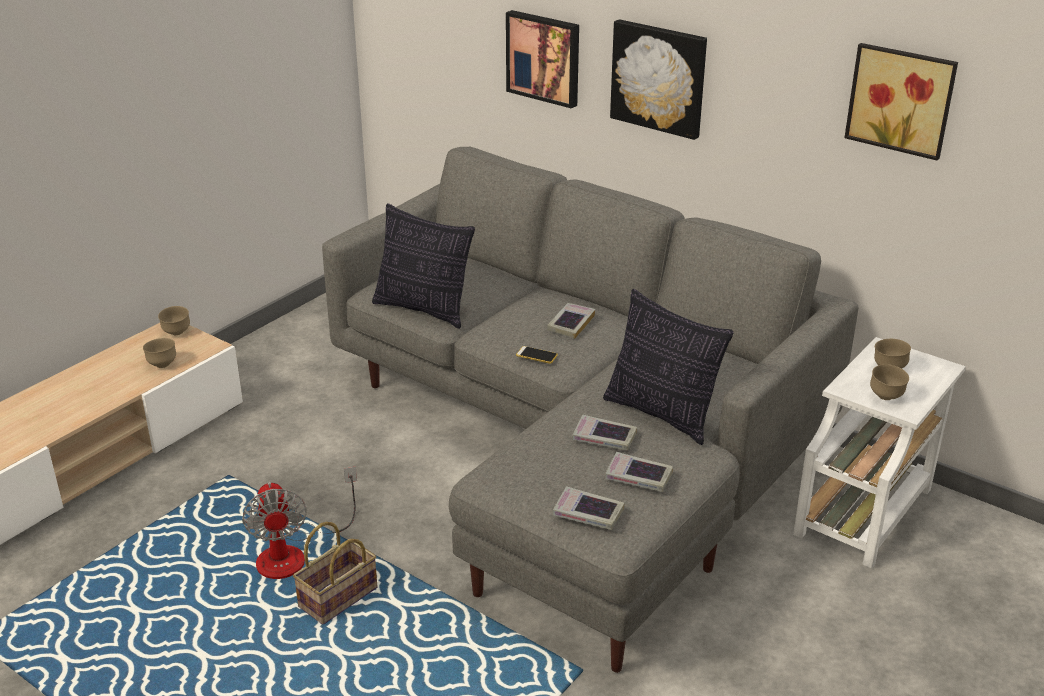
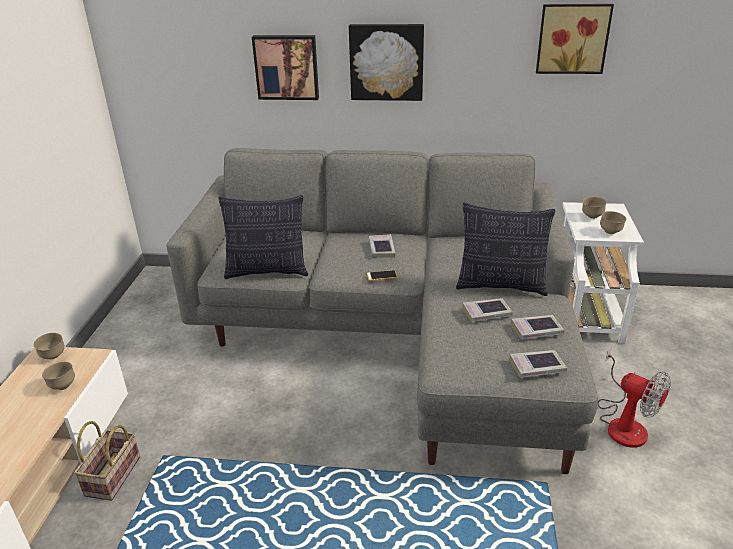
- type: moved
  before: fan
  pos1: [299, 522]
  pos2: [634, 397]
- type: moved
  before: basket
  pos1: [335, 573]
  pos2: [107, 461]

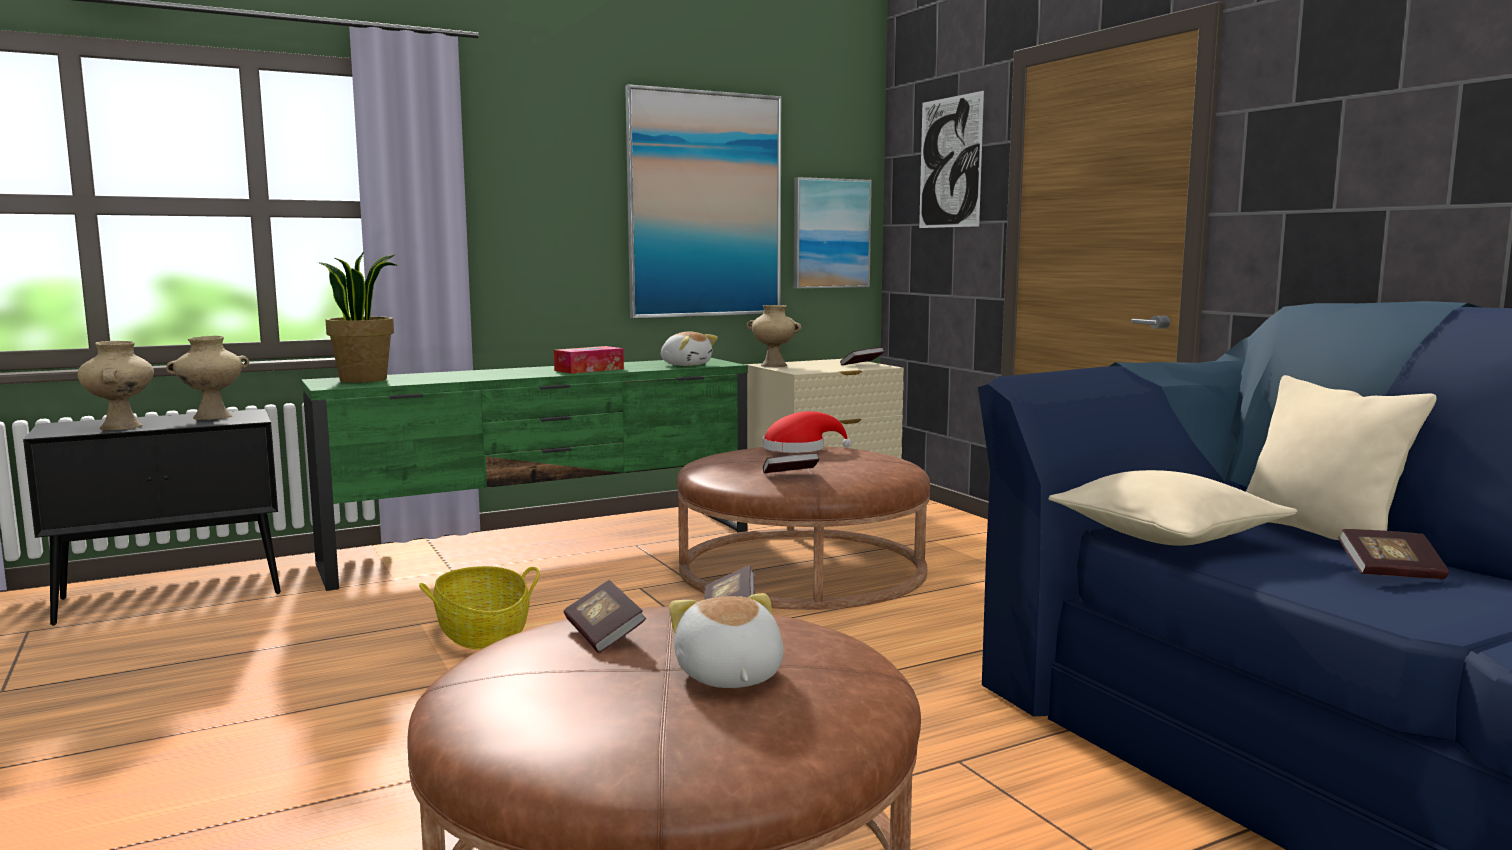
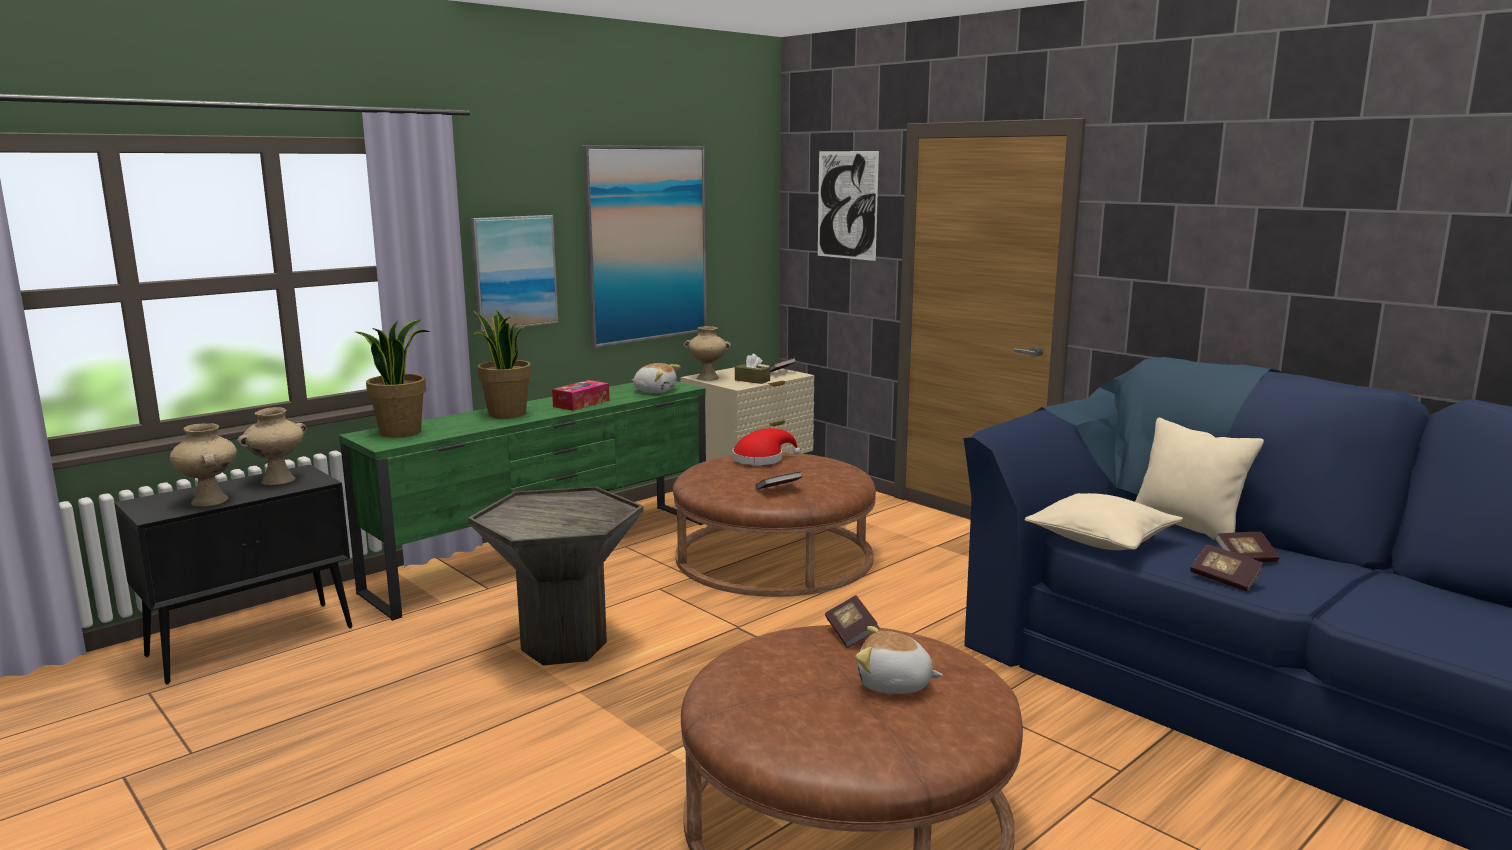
- type: added
  after: houseplant
  pos2: [501, 364]
- type: added
  after: tissue box in brown-coloured
  pos2: [752, 369]
- type: moved
  before: bound book
  pos1: [605, 616]
  pos2: [1226, 568]
- type: moved
  before: wall picture
  pos1: [833, 233]
  pos2: [514, 273]
- type: replaced
  before: basket
  after: accent table in grey
  pos1: [479, 608]
  pos2: [555, 576]
- type: turned
  before: cuddly toy
  pos1: [726, 640]
  pos2: [899, 660]
  turn: -45

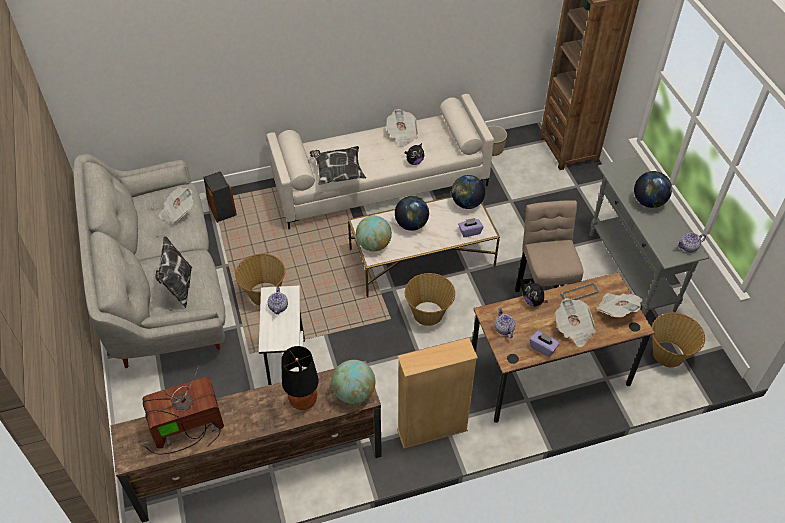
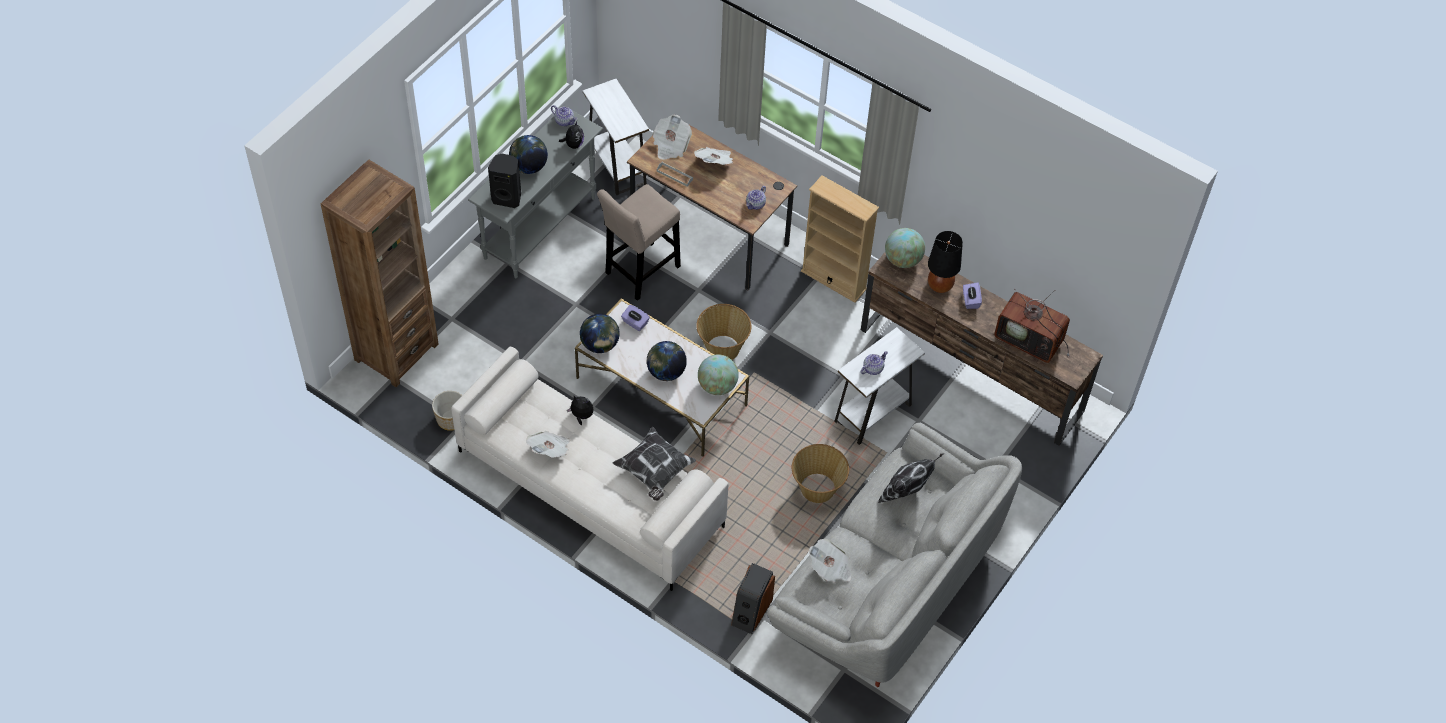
- type: added
  after: speaker in blackish
  pos2: [504, 181]
- type: moved
  before: cuddly toy
  pos1: [535, 293]
  pos2: [571, 135]
- type: moved
  before: tissue box in purple
  pos1: [545, 344]
  pos2: [972, 295]
- type: replaced
  before: basket
  after: accent table in white
  pos1: [678, 340]
  pos2: [616, 137]

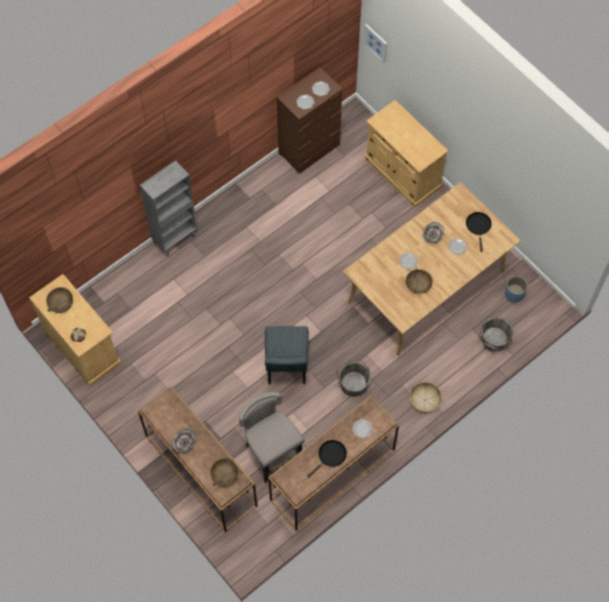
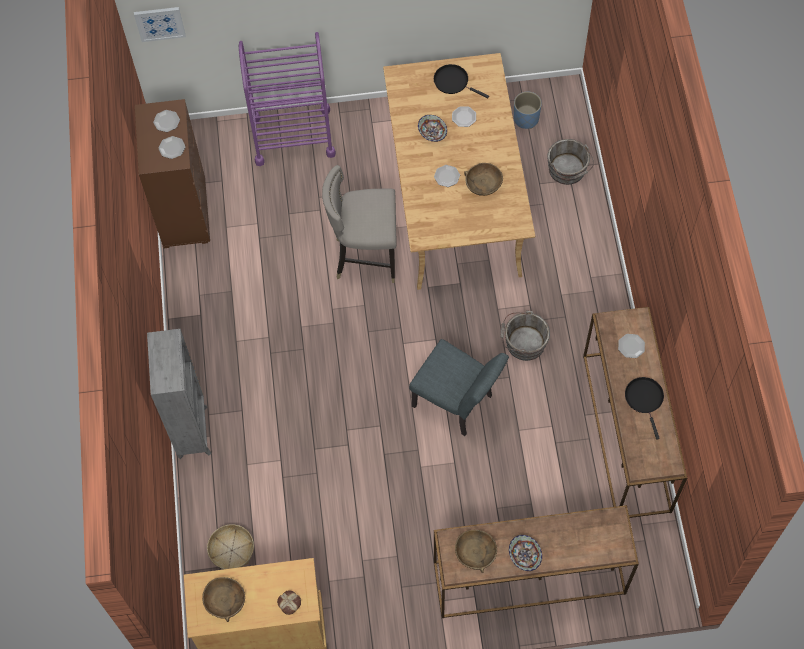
- type: moved
  before: bowl in brown-coloured
  pos1: [224, 472]
  pos2: [476, 551]
- type: moved
  before: stool in grey
  pos1: [271, 438]
  pos2: [359, 224]
- type: moved
  before: basket
  pos1: [426, 398]
  pos2: [230, 546]
- type: replaced
  before: cupboard in beige
  after: wheeled cart in purple
  pos1: [407, 154]
  pos2: [287, 99]

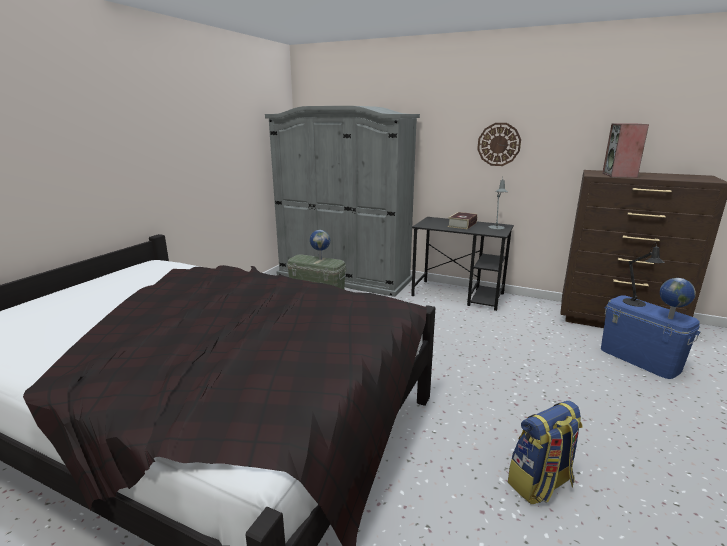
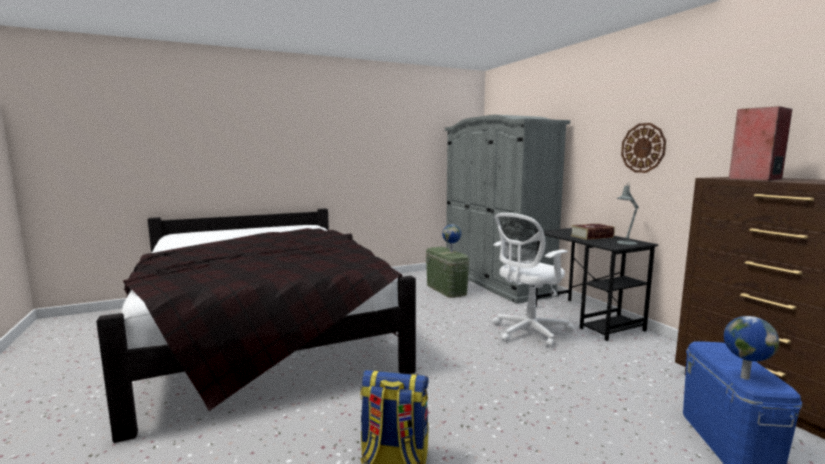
- type: removed
  before: table lamp in blackish
  pos1: [644, 274]
- type: added
  after: computer chair in white
  pos2: [533, 280]

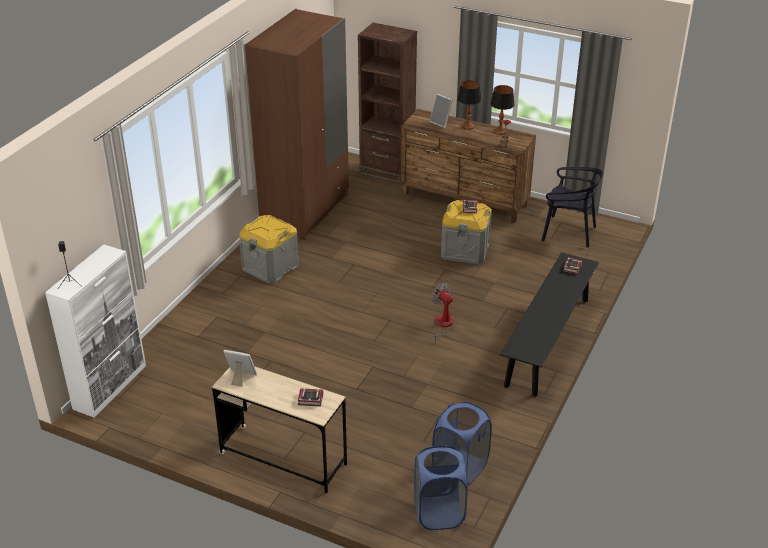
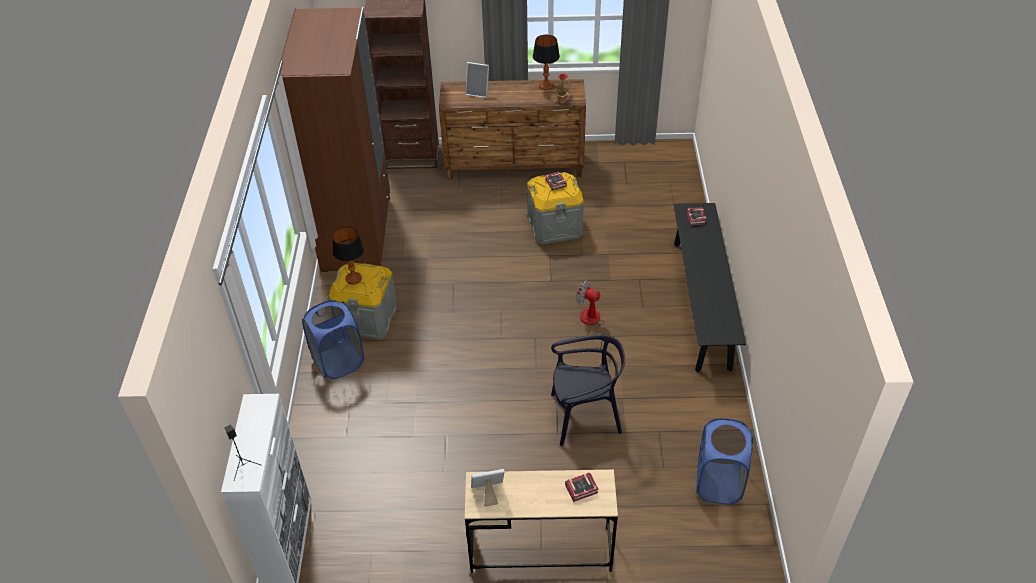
- type: moved
  before: laundry basket in blue-coloured
  pos1: [441, 487]
  pos2: [333, 339]
- type: moved
  before: table lamp
  pos1: [469, 105]
  pos2: [348, 256]
- type: moved
  before: upright chair in blackish
  pos1: [572, 207]
  pos2: [588, 390]

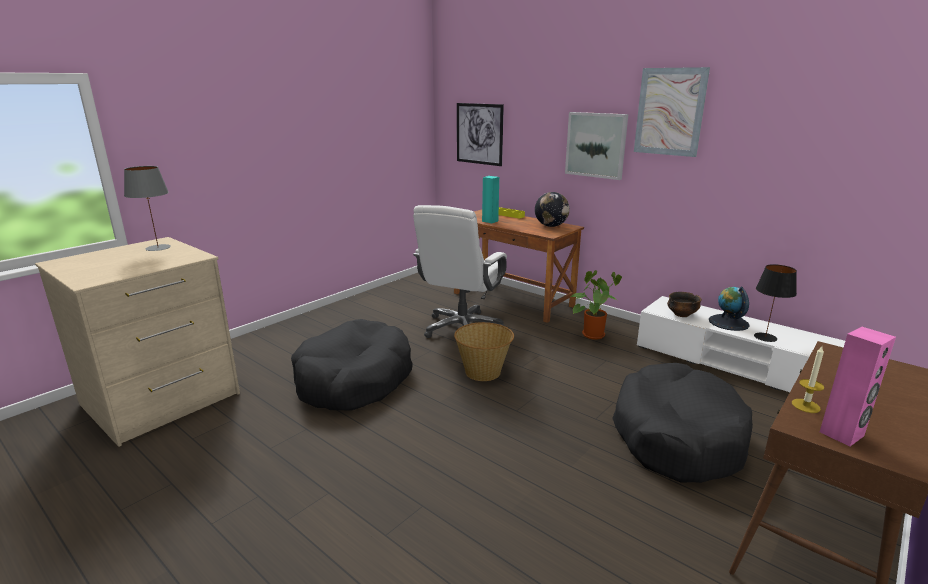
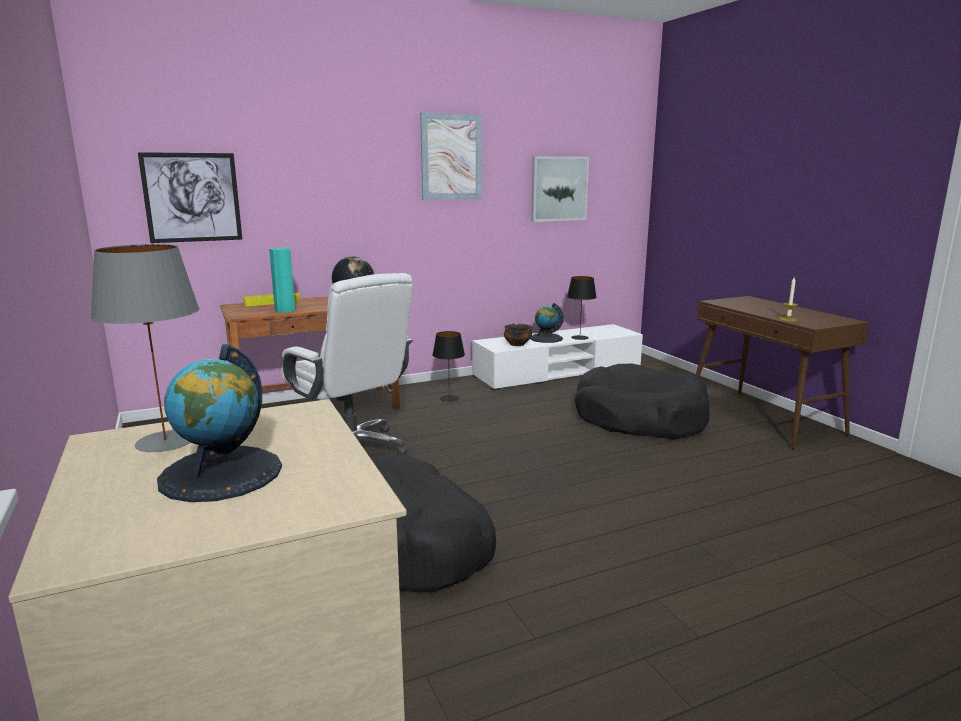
- type: removed
  before: basket
  pos1: [484, 351]
- type: removed
  before: speaker in pink
  pos1: [858, 386]
- type: added
  after: desk globe
  pos2: [219, 423]
- type: moved
  before: wall picture
  pos1: [596, 146]
  pos2: [560, 189]
- type: replaced
  before: houseplant
  after: table lamp in blackish
  pos1: [596, 305]
  pos2: [448, 366]

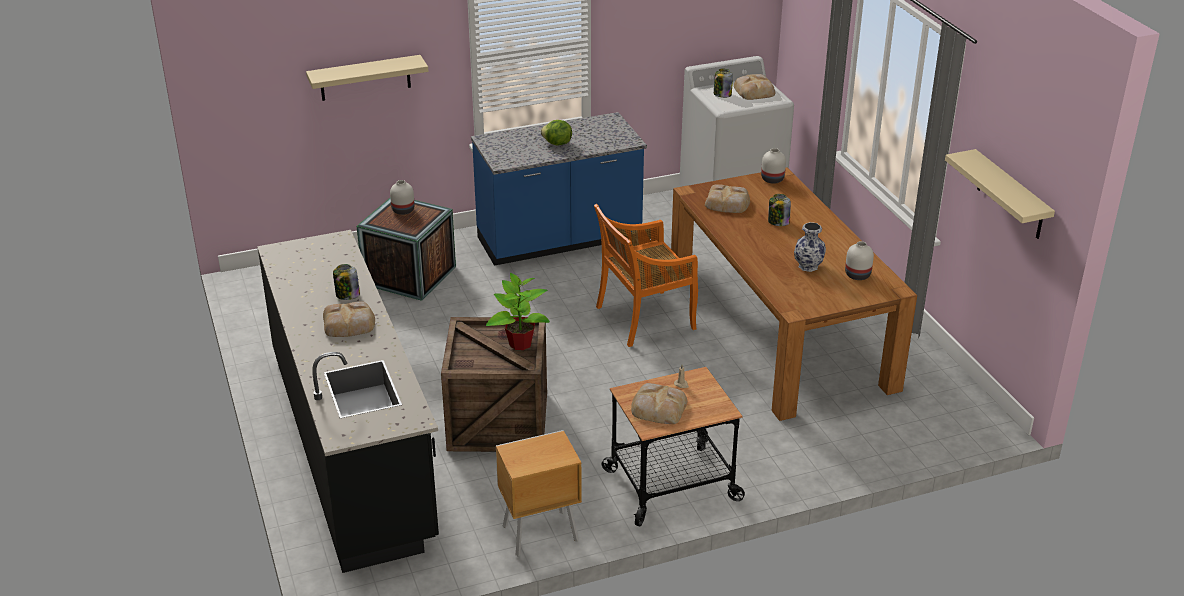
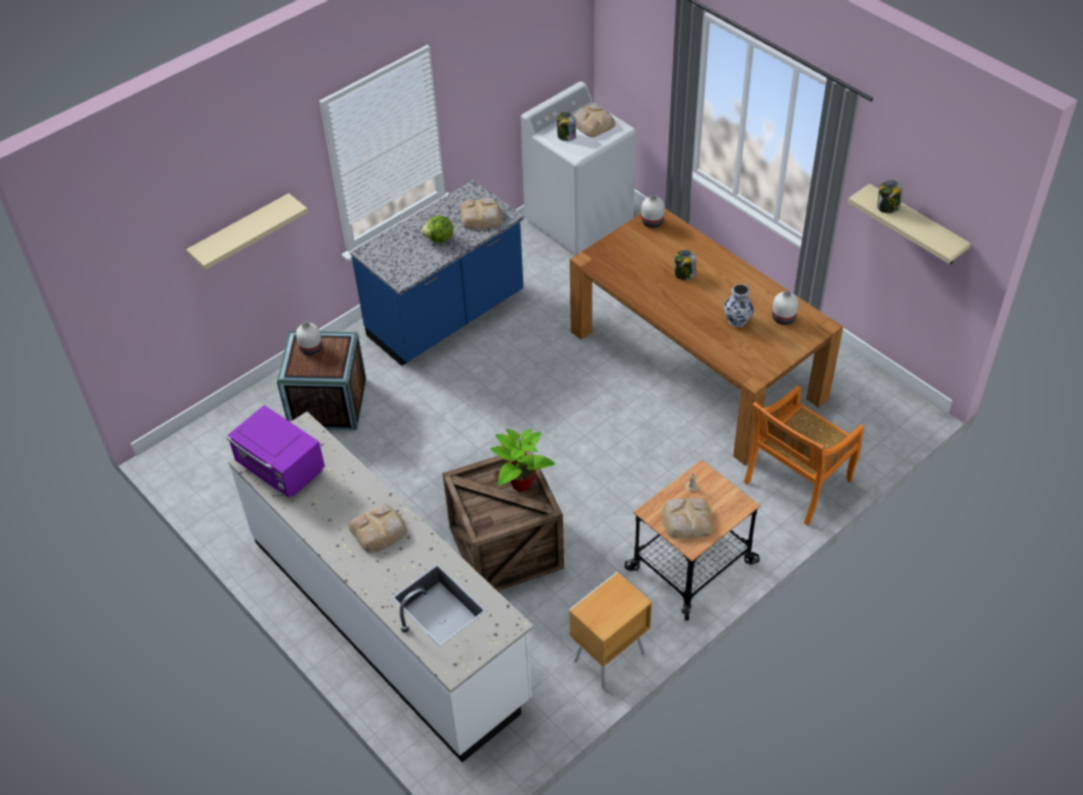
- type: added
  after: kitchen microwave in purple
  pos2: [275, 451]
- type: moved
  before: storage jar
  pos1: [346, 282]
  pos2: [889, 196]
- type: moved
  before: upright chair in orange
  pos1: [646, 275]
  pos2: [804, 455]
- type: moved
  before: bread
  pos1: [727, 198]
  pos2: [481, 213]
- type: recoloured
  before: kitchen base unit in blackish
  after: kitchen base unit in white
  pos1: [348, 401]
  pos2: [381, 587]

